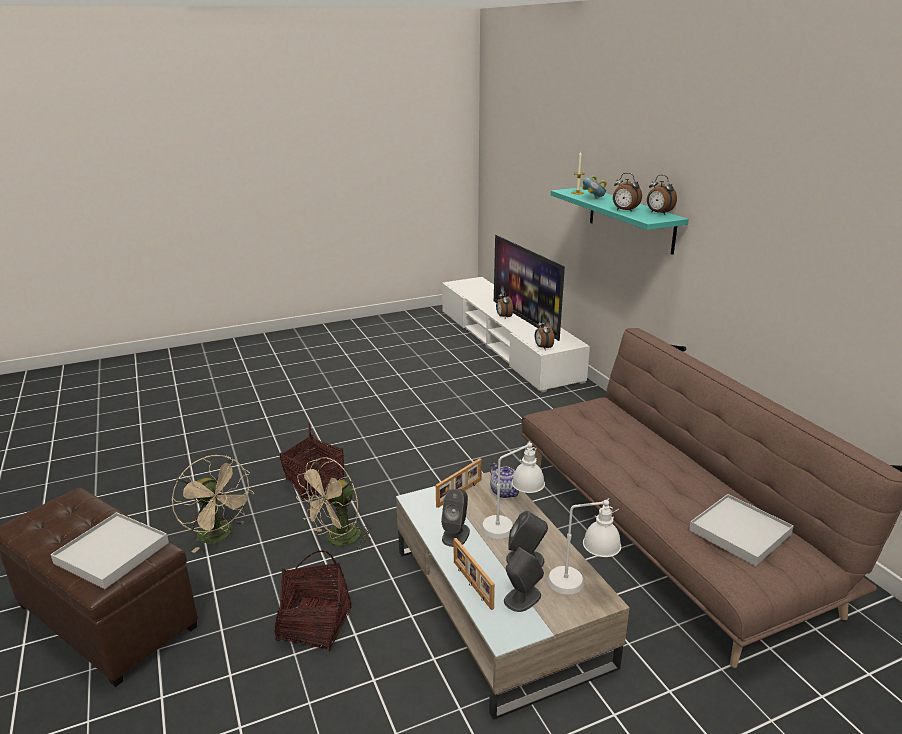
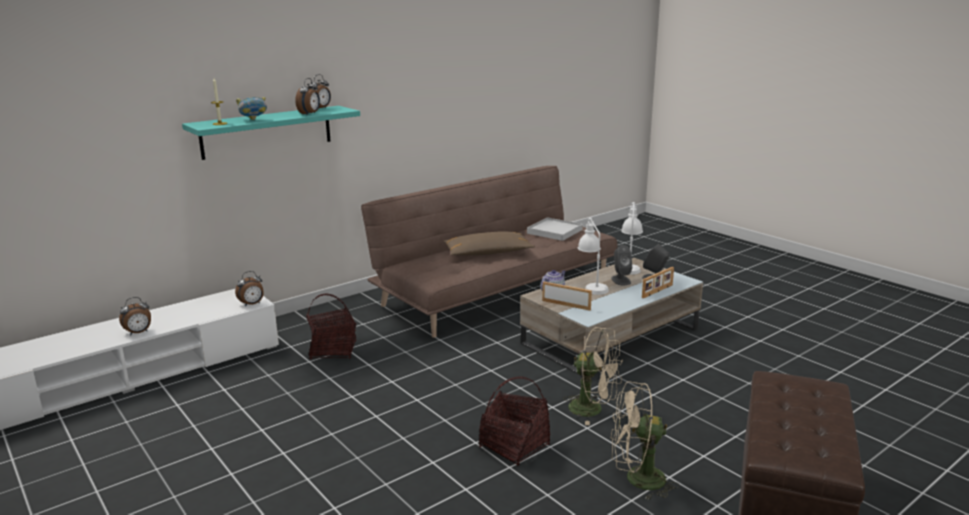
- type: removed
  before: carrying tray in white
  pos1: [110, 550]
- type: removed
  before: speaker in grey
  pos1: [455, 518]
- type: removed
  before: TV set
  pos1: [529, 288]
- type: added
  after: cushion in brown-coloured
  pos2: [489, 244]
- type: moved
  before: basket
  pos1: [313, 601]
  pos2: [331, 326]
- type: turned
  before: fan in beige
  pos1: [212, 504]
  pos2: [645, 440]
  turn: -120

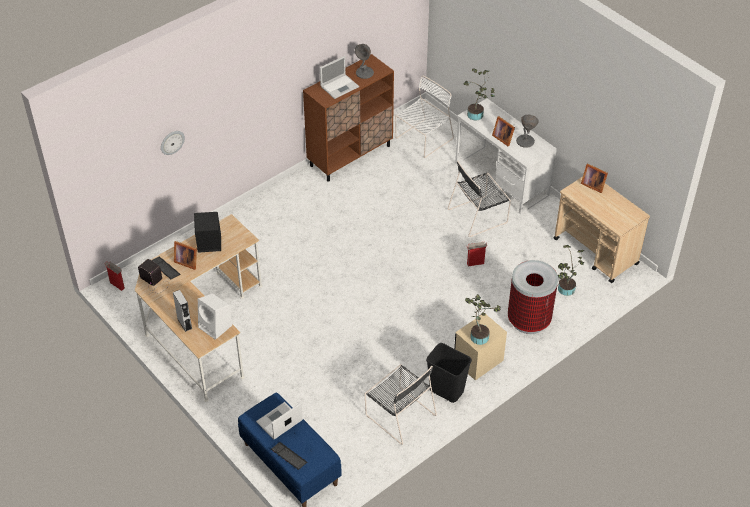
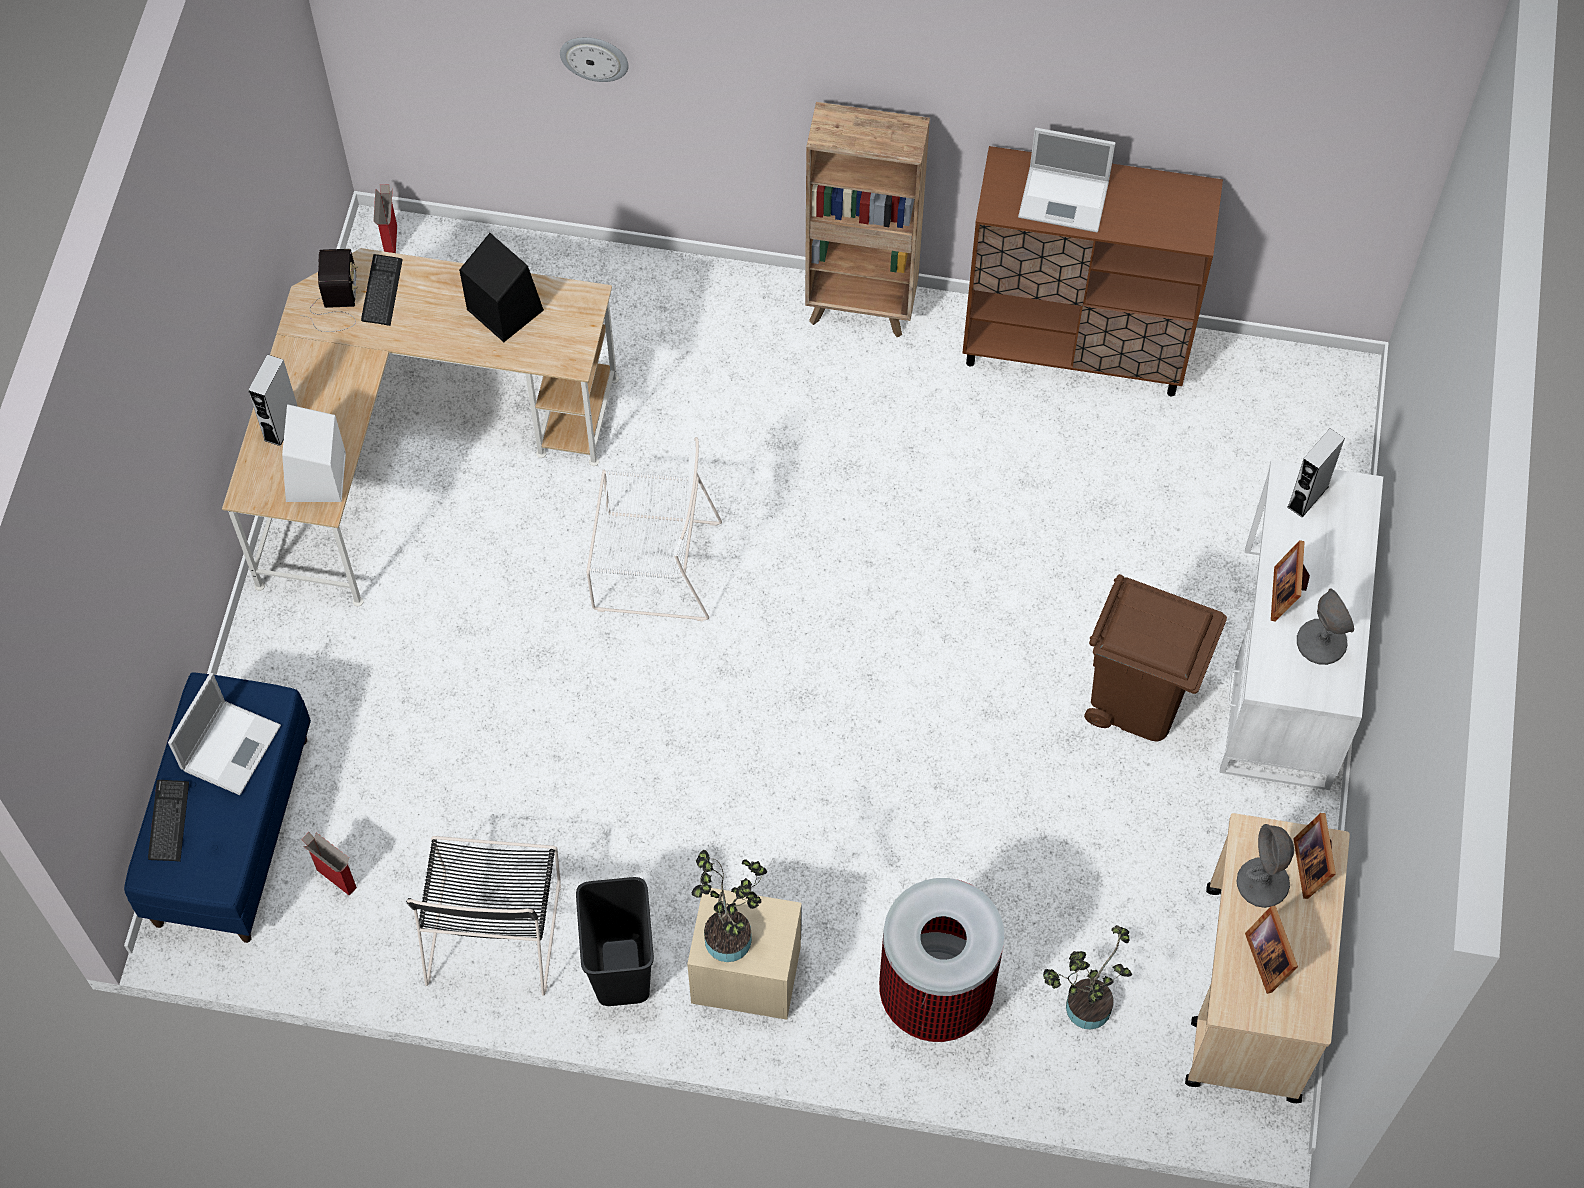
- type: added
  after: bookshelf in brown-coloured
  pos2: [867, 220]
- type: moved
  before: picture frame
  pos1: [185, 255]
  pos2: [1271, 950]
- type: moved
  before: table lamp in grey
  pos1: [364, 61]
  pos2: [1265, 866]
- type: moved
  before: upright chair in white
  pos1: [424, 117]
  pos2: [654, 529]
- type: moved
  before: cardboard box
  pos1: [477, 254]
  pos2: [329, 864]
- type: replaced
  before: upright chair in blackish
  after: trash can in brown-coloured
  pos1: [479, 199]
  pos2: [1155, 658]
- type: replaced
  before: houseplant
  after: speaker in grey
  pos1: [479, 95]
  pos2: [1316, 473]
- type: turned
  before: laptop
  pos1: [279, 420]
  pos2: [224, 734]
  turn: 105

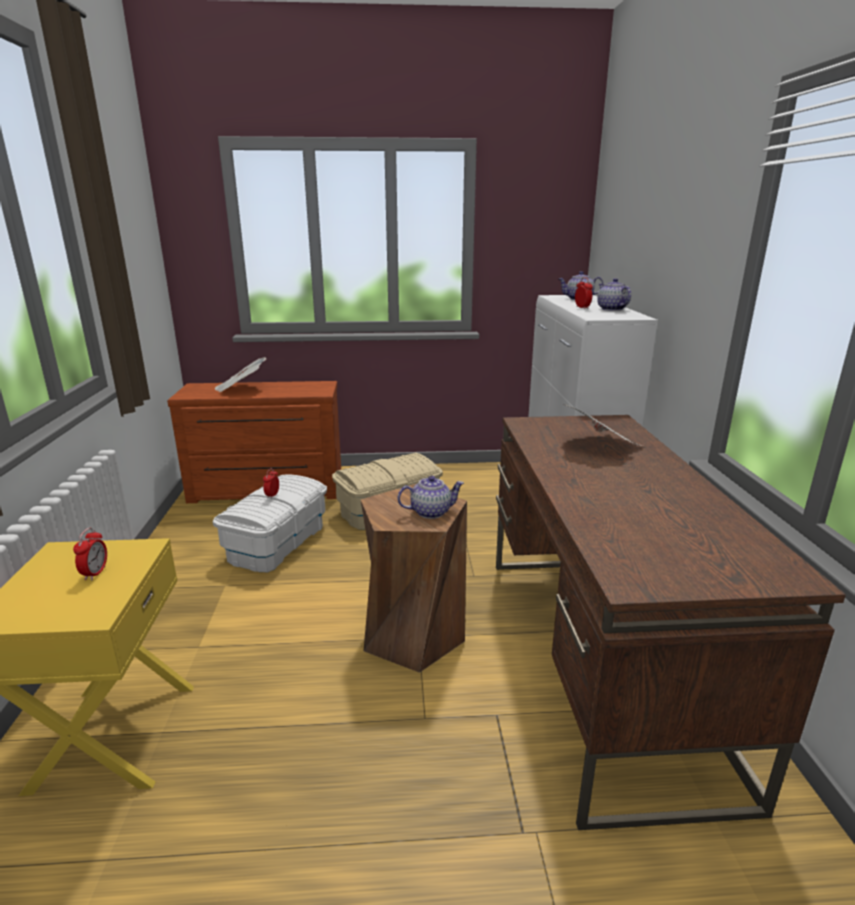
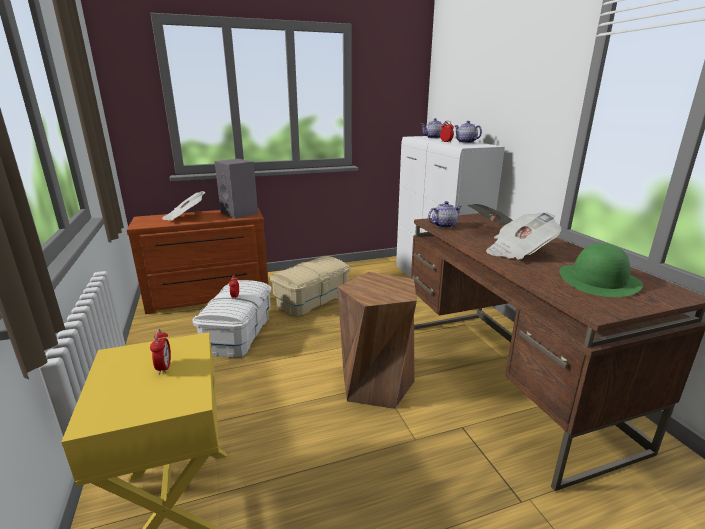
- type: added
  after: speaker in grey
  pos2: [236, 189]
- type: added
  after: printed paper
  pos2: [523, 236]
- type: added
  after: clothing hat in green
  pos2: [601, 270]
- type: moved
  before: teapot
  pos1: [430, 497]
  pos2: [445, 214]

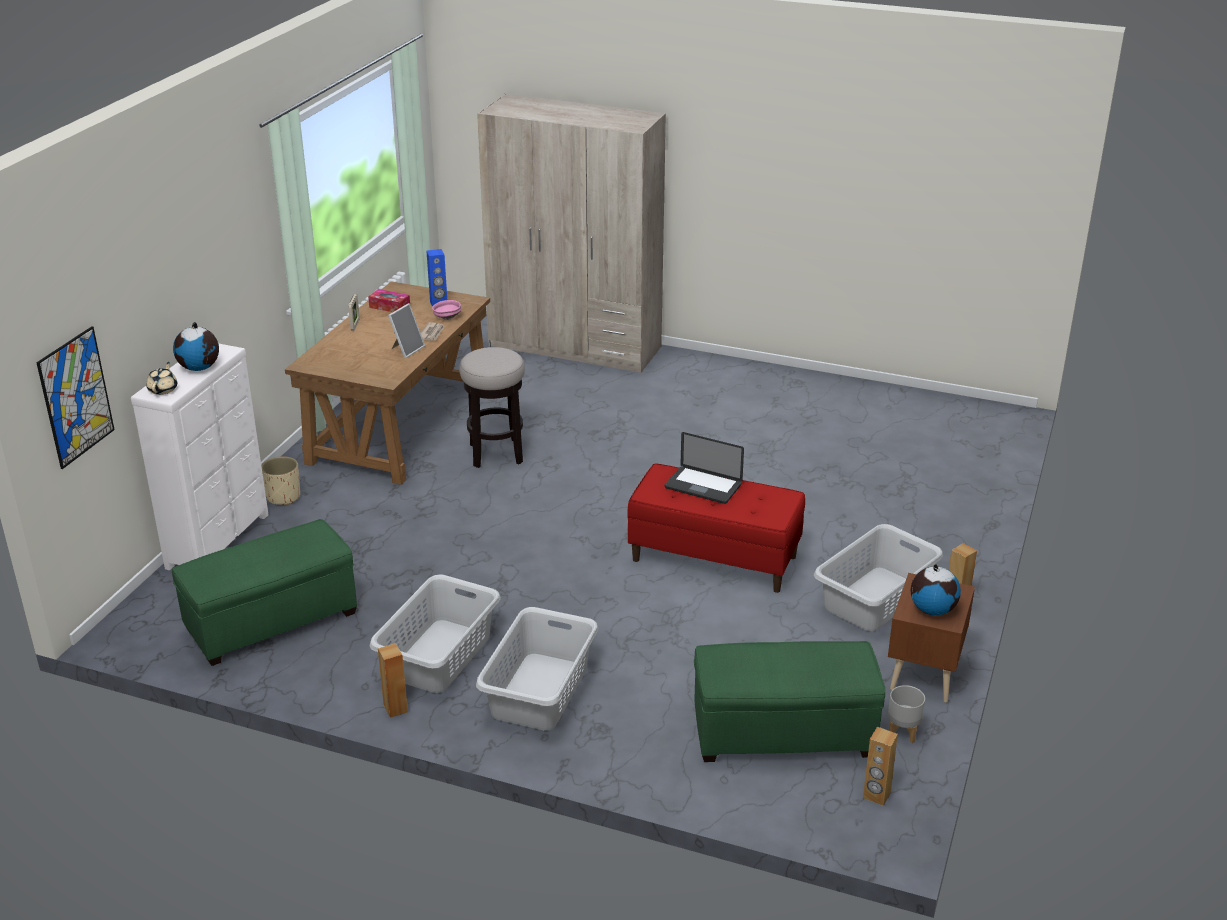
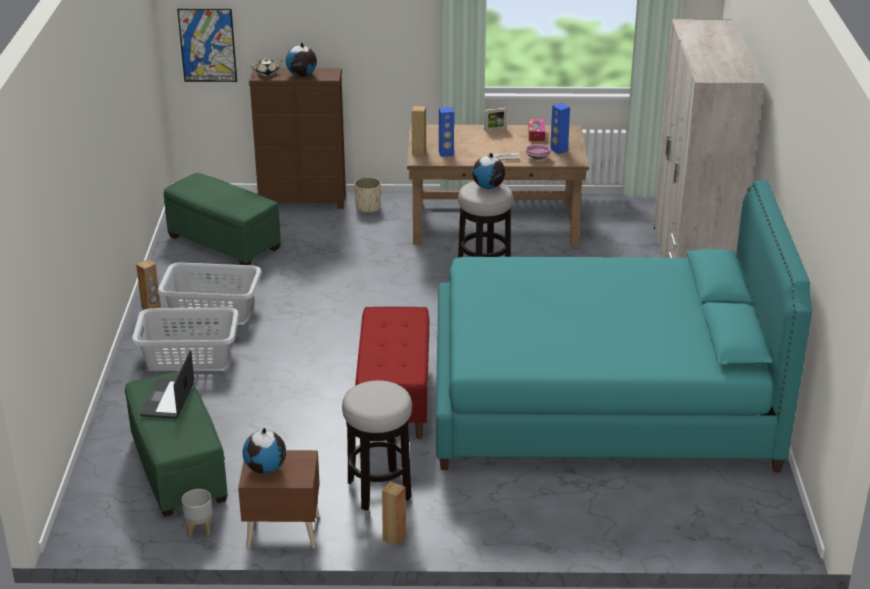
- type: removed
  before: picture frame
  pos1: [406, 330]
- type: added
  after: bed in turquoise-coloured
  pos2: [624, 326]
- type: added
  after: speaker in blue-coloured
  pos2: [446, 132]
- type: added
  after: desk globe
  pos2: [488, 171]
- type: moved
  before: laptop
  pos1: [704, 468]
  pos2: [167, 384]
- type: moved
  before: speaker in brown-coloured
  pos1: [880, 766]
  pos2: [419, 131]
- type: replaced
  before: laundry basket in grey
  after: stool
  pos1: [878, 577]
  pos2: [377, 445]
- type: recoloured
  before: dresser in white
  after: dresser in brown-coloured
  pos1: [200, 456]
  pos2: [297, 138]

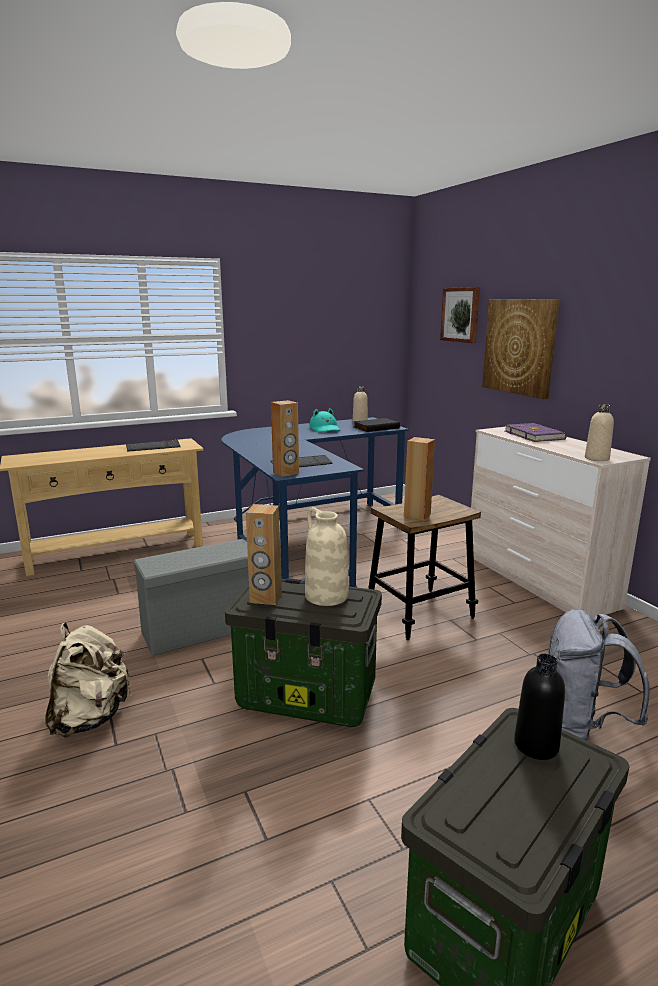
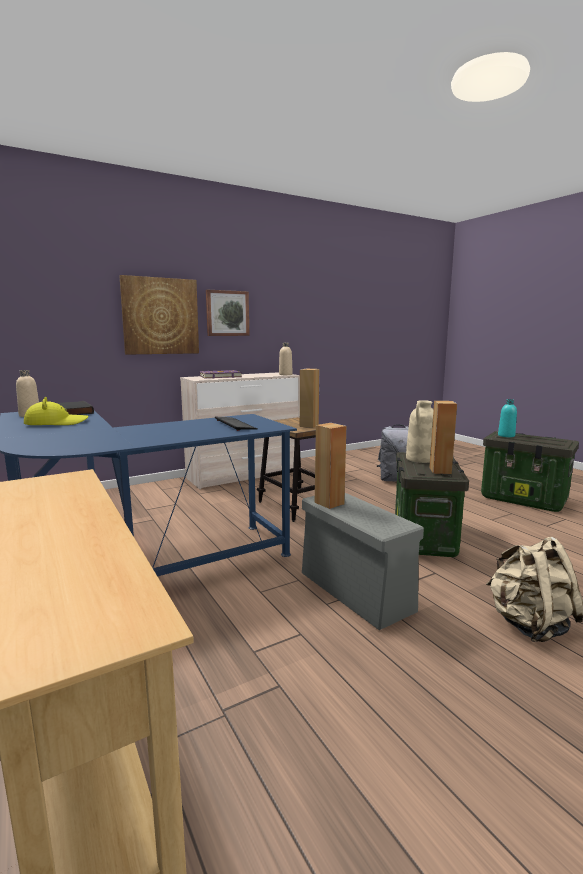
- type: removed
  before: computer keyboard
  pos1: [153, 446]
- type: moved
  before: speaker in brown-coloured
  pos1: [285, 438]
  pos2: [330, 466]
- type: moved
  before: wall picture
  pos1: [460, 315]
  pos2: [227, 313]
- type: recoloured
  before: clothing hat in turquoise-coloured
  after: clothing hat in yellow-coloured
  pos1: [324, 420]
  pos2: [56, 411]
- type: recoloured
  before: drink bottle in blackish
  after: drink bottle in turquoise-coloured
  pos1: [539, 707]
  pos2: [507, 418]

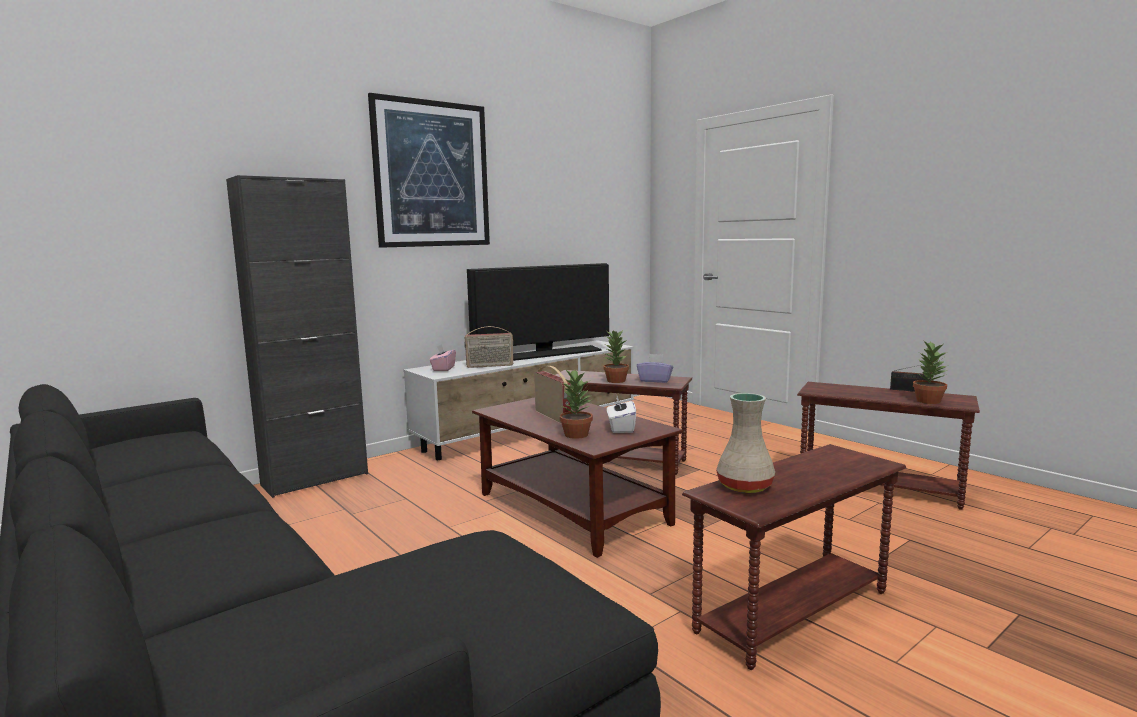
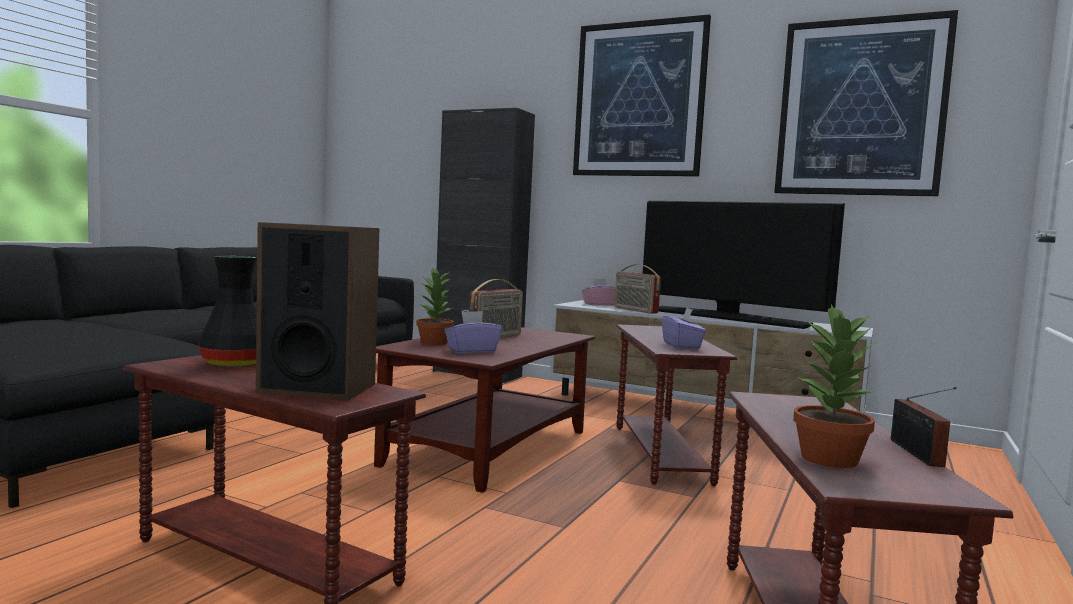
- type: removed
  before: houseplant
  pos1: [616, 356]
- type: added
  after: speaker
  pos2: [317, 311]
- type: added
  after: wall picture
  pos2: [866, 103]
- type: recoloured
  before: tissue box in white
  after: tissue box in purple
  pos1: [621, 414]
  pos2: [473, 332]
- type: recoloured
  before: decorative vase in beige
  after: decorative vase in blackish
  pos1: [745, 443]
  pos2: [227, 311]

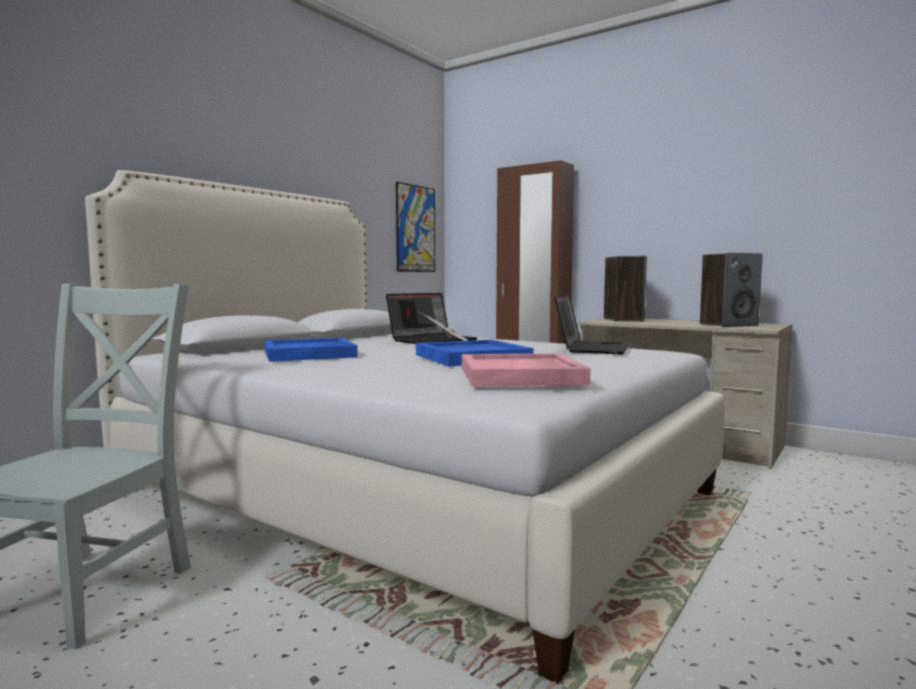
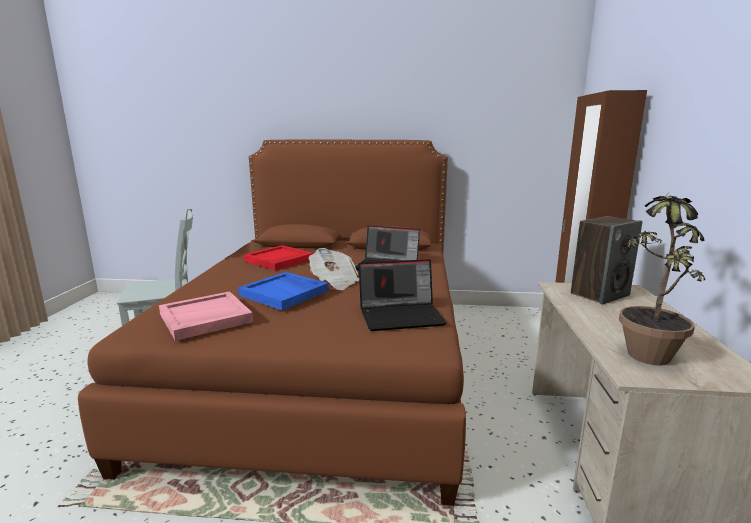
- type: removed
  before: wall picture
  pos1: [415, 227]
- type: replaced
  before: speaker
  after: houseplant
  pos1: [731, 290]
  pos2: [662, 279]
- type: recoloured
  before: bed in white
  after: bed in brown-coloured
  pos1: [405, 427]
  pos2: [272, 323]
- type: recoloured
  before: carrying tray in blue-coloured
  after: carrying tray in red
  pos1: [311, 350]
  pos2: [278, 258]

